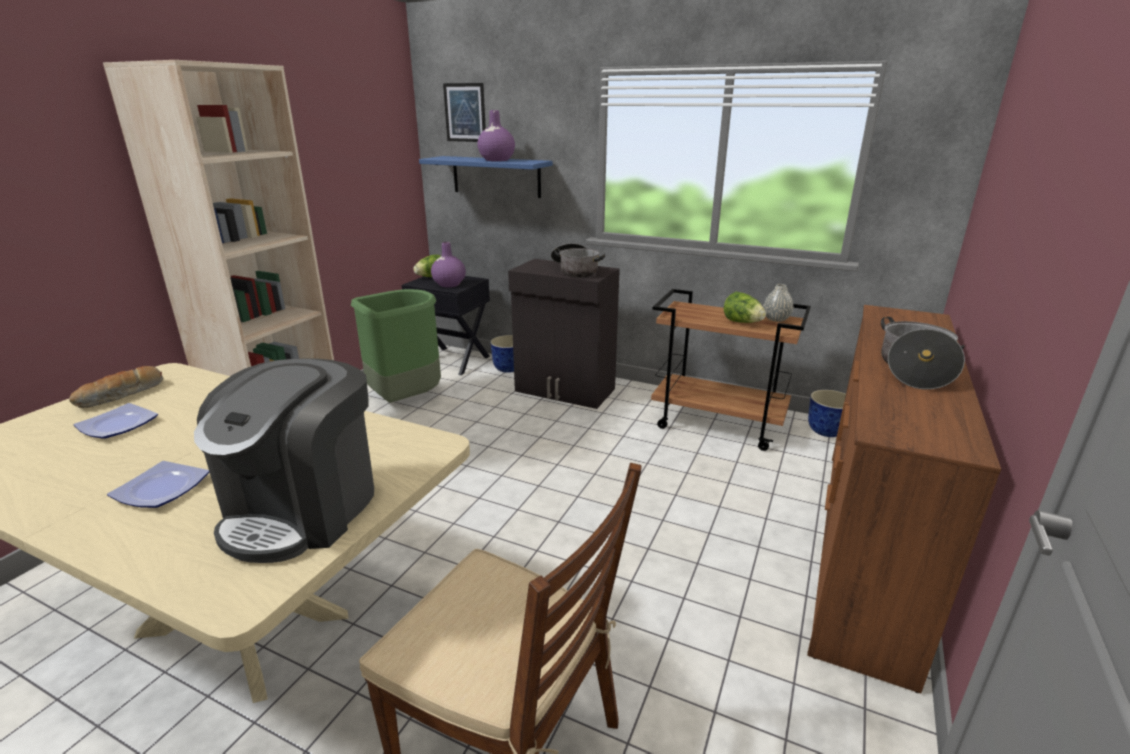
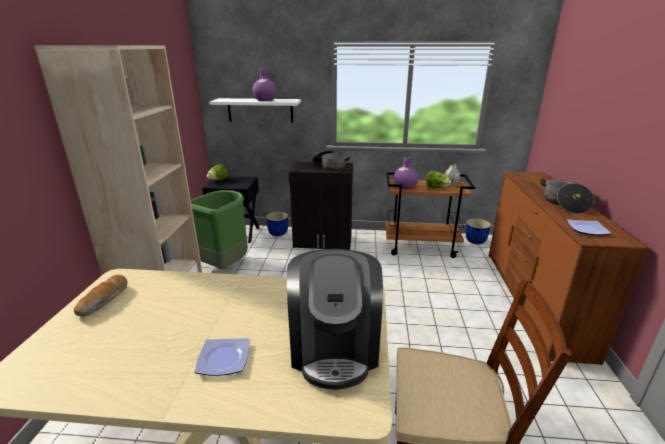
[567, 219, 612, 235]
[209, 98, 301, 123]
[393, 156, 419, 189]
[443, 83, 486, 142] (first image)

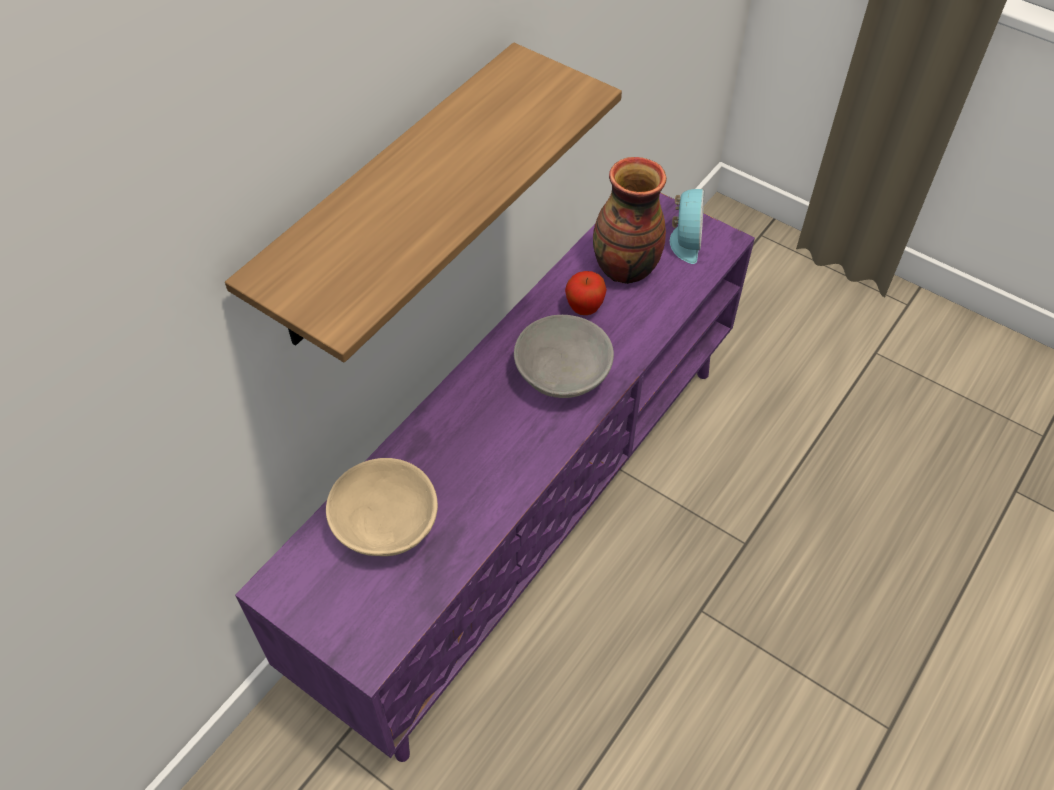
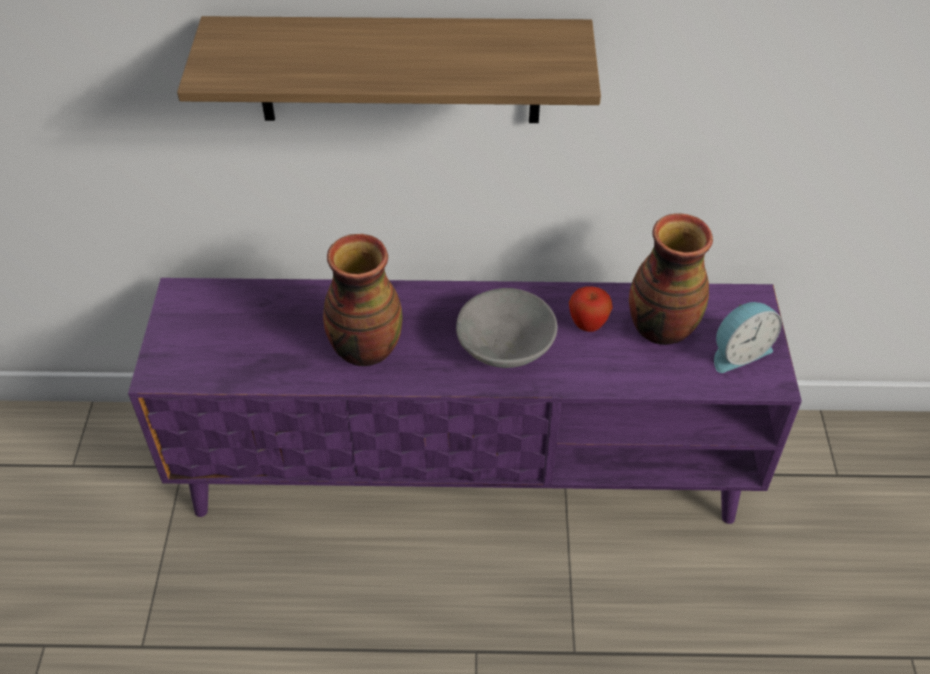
[326, 458, 438, 556] (first image)
[323, 234, 402, 366]

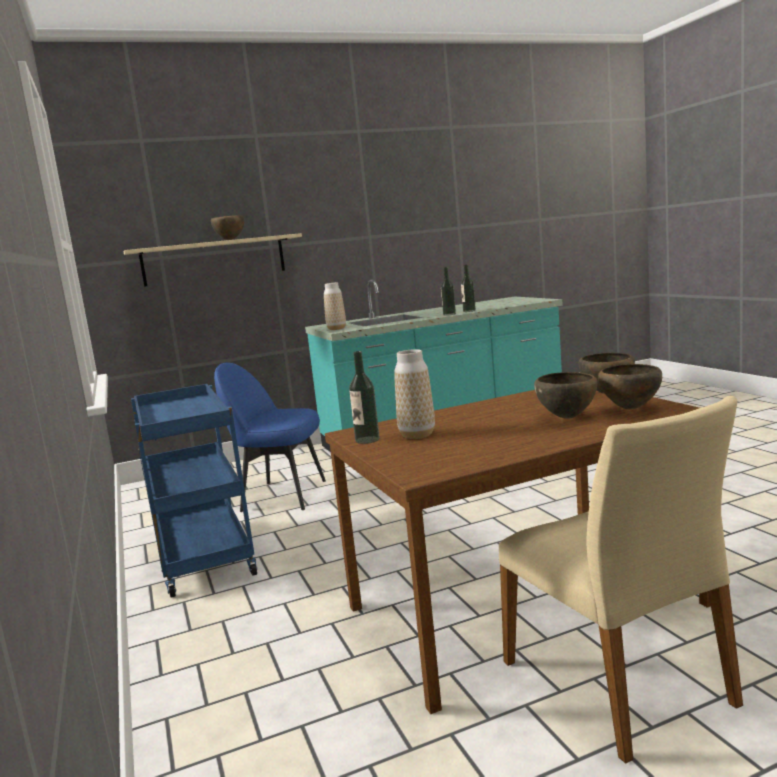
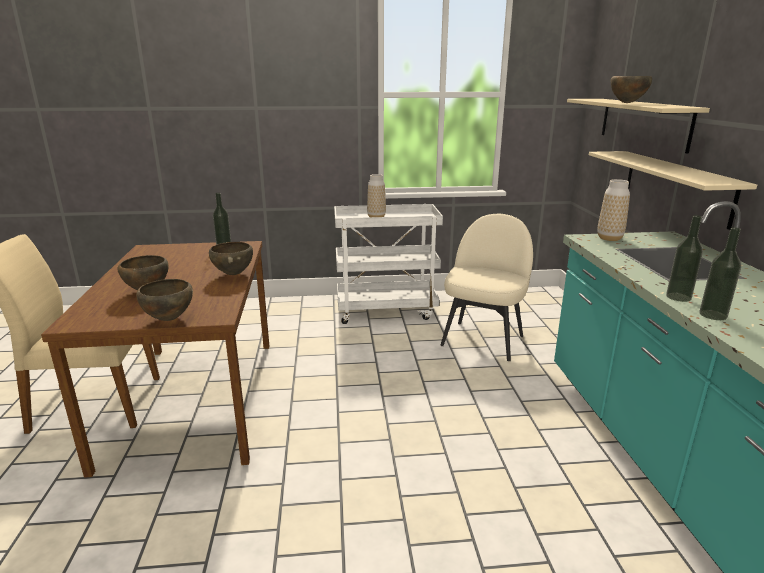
[334, 204, 443, 324]
[440, 214, 533, 361]
[367, 174, 386, 217]
[209, 242, 253, 275]
[589, 151, 757, 230]

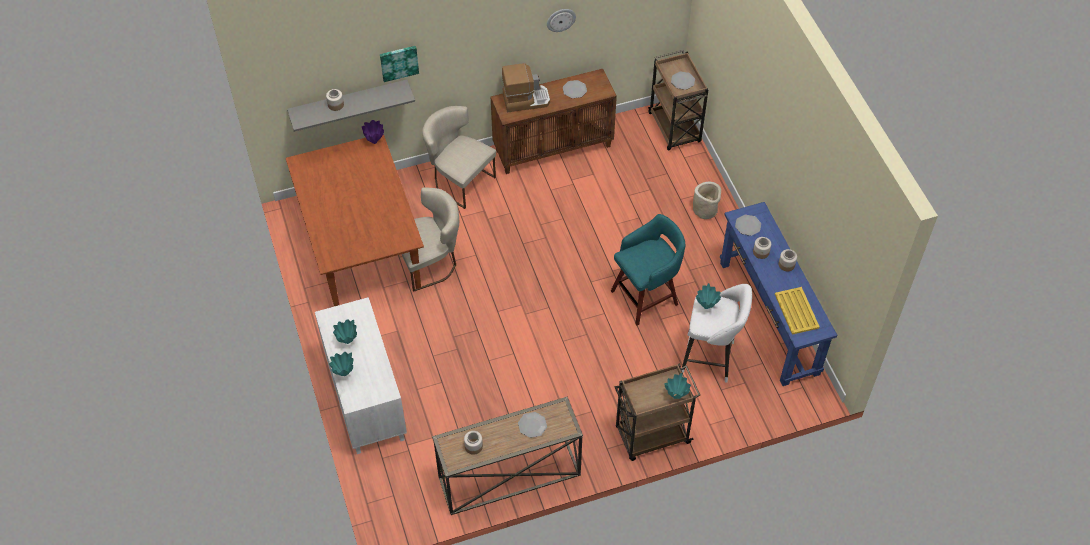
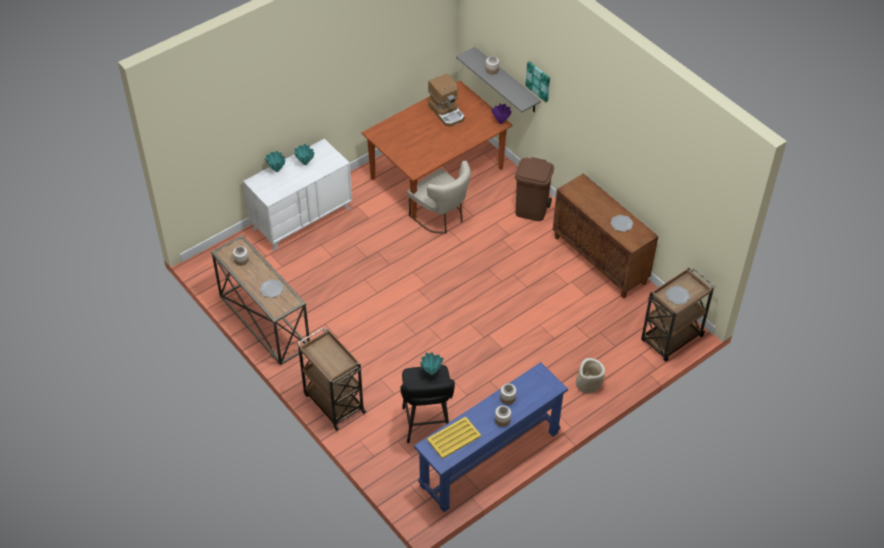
[515, 157, 554, 221]
[428, 74, 465, 127]
[547, 9, 576, 32] (first image)
[611, 214, 685, 325] (first image)
[664, 373, 691, 399] (first image)
[400, 365, 455, 443]
[735, 215, 761, 236] (first image)

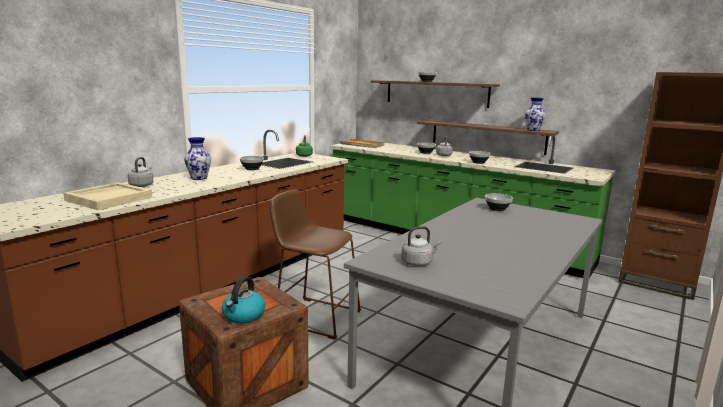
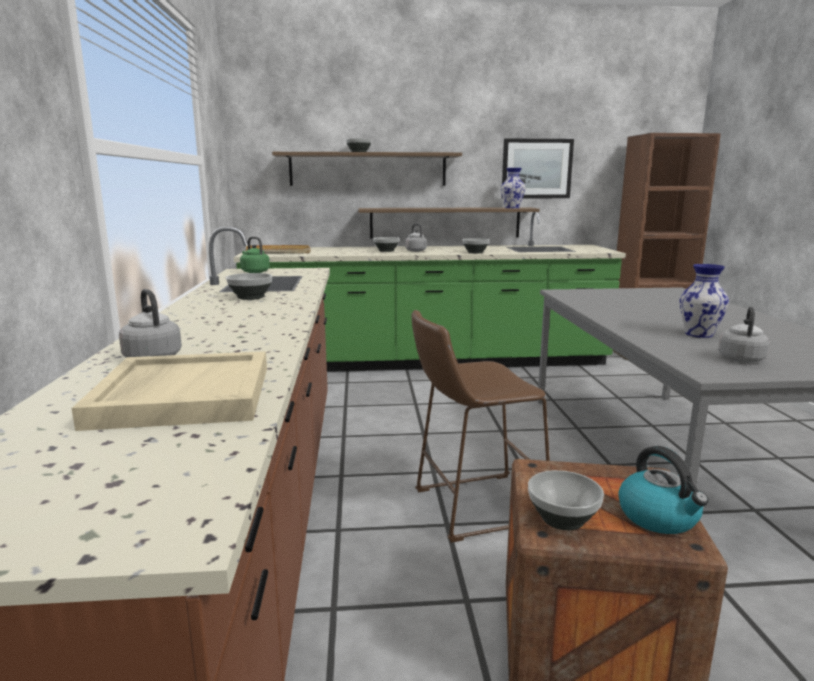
[679, 264, 729, 338]
[528, 470, 604, 530]
[501, 138, 574, 198]

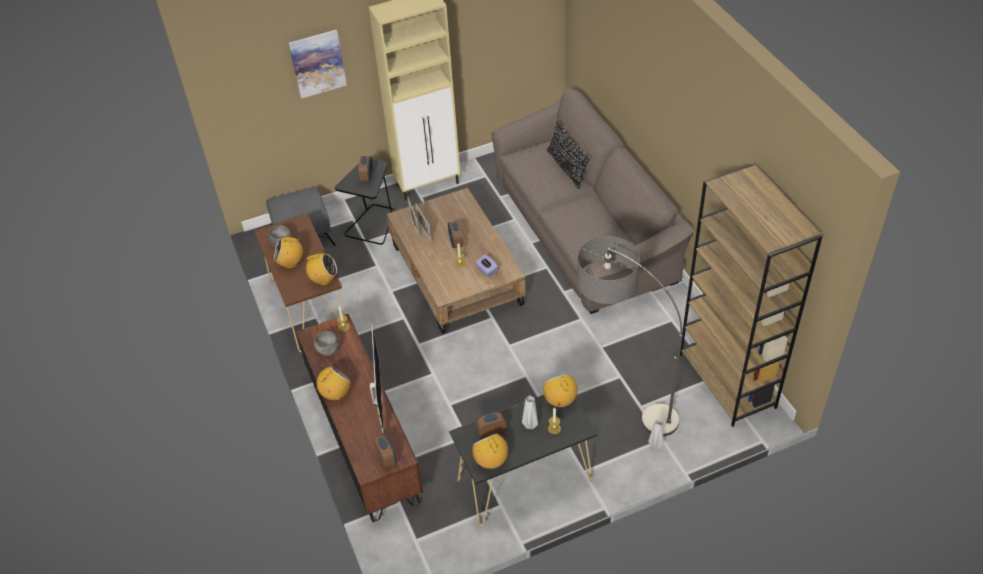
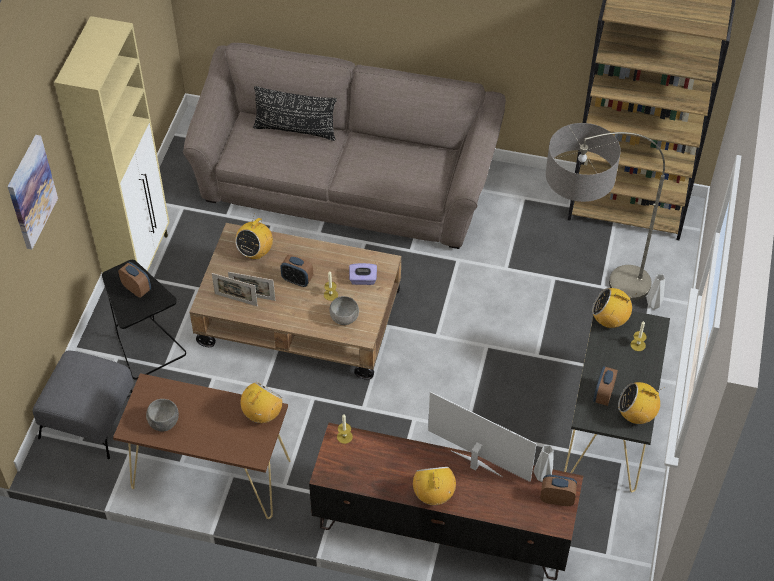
[236, 213, 273, 259]
[329, 296, 359, 325]
[533, 445, 554, 482]

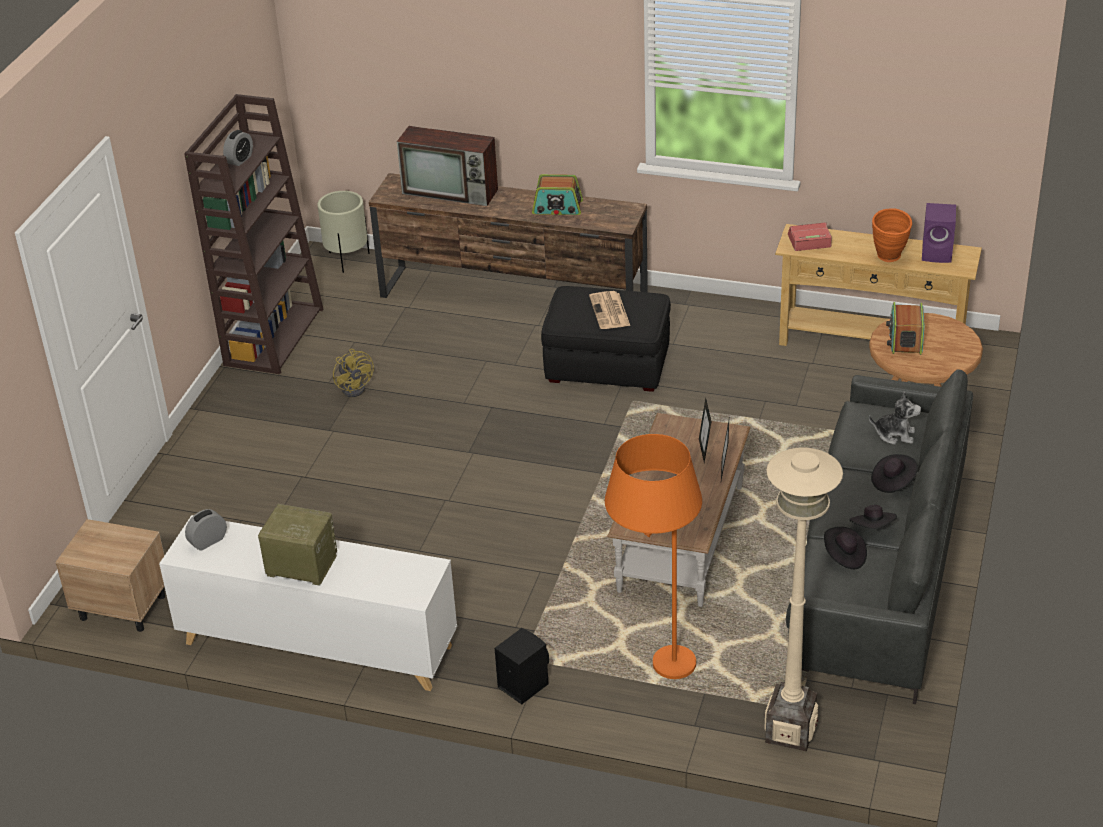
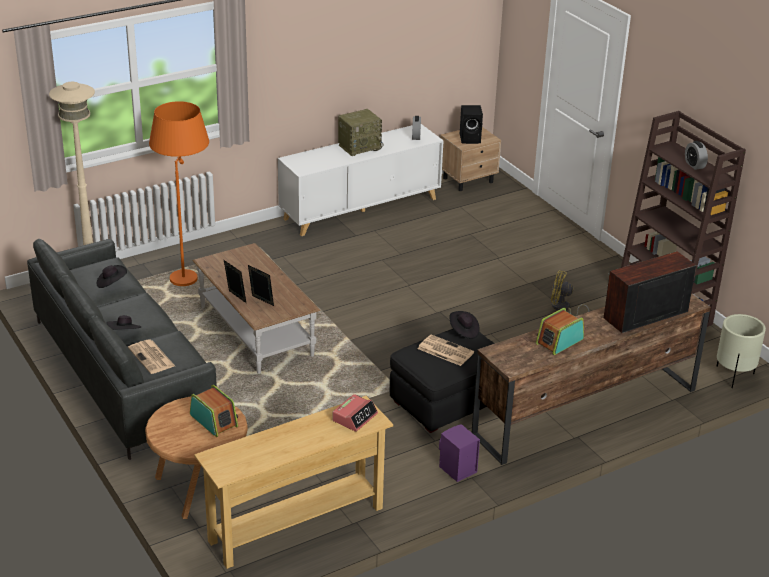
[460, 105, 483, 144]
[449, 311, 480, 339]
[128, 339, 175, 374]
[872, 208, 912, 262] (first image)
[439, 424, 480, 482]

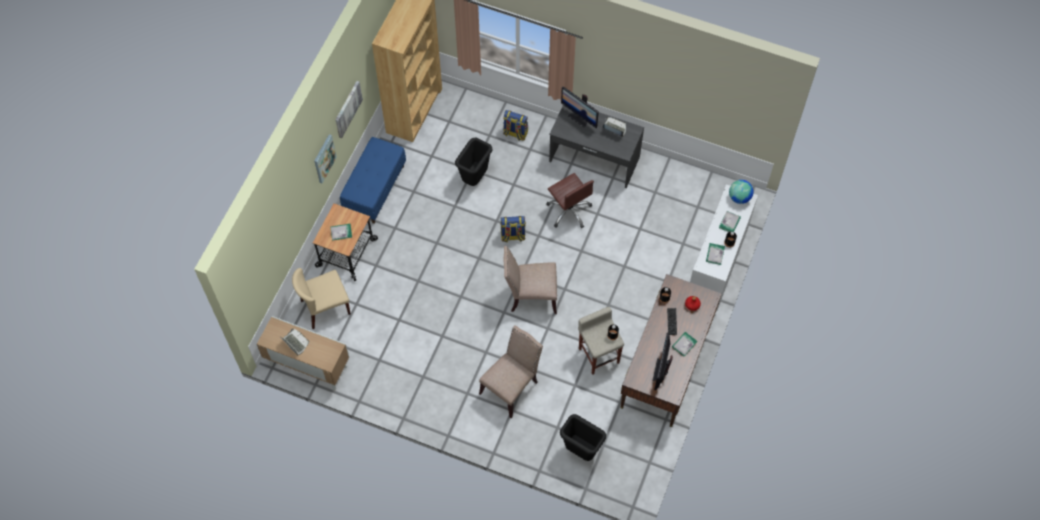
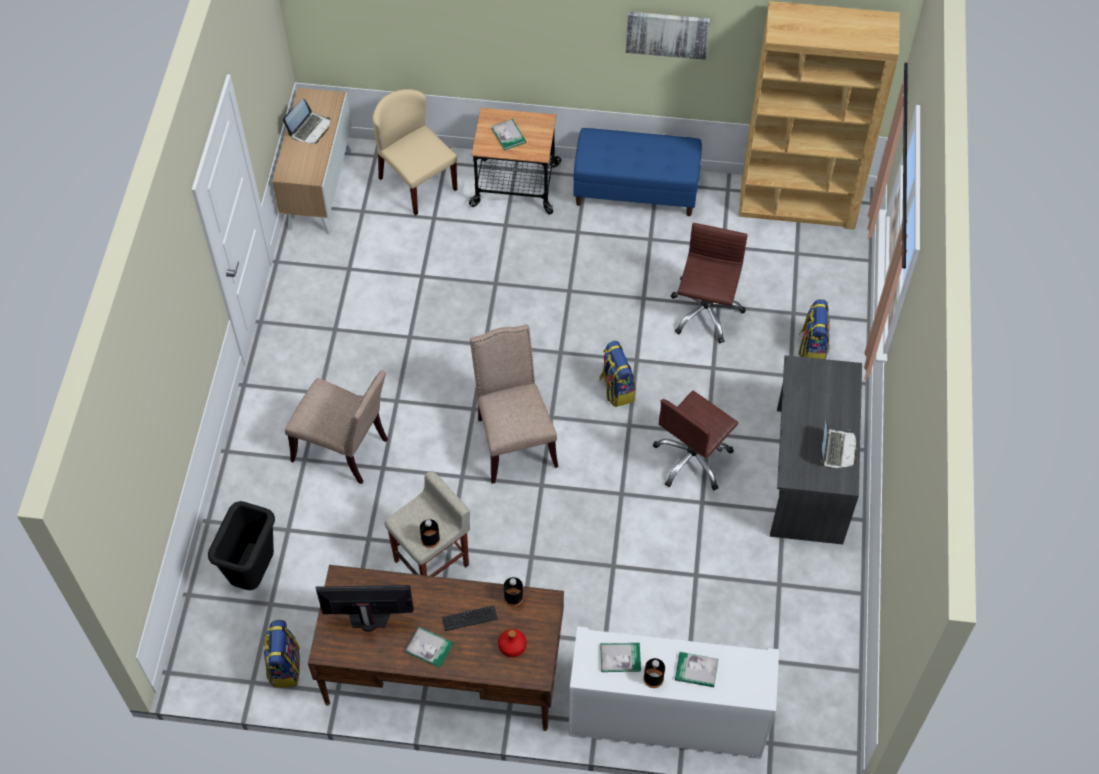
[314, 134, 337, 183] (first image)
[671, 223, 748, 343]
[561, 87, 599, 128] (first image)
[729, 180, 754, 204] (first image)
[263, 620, 300, 688]

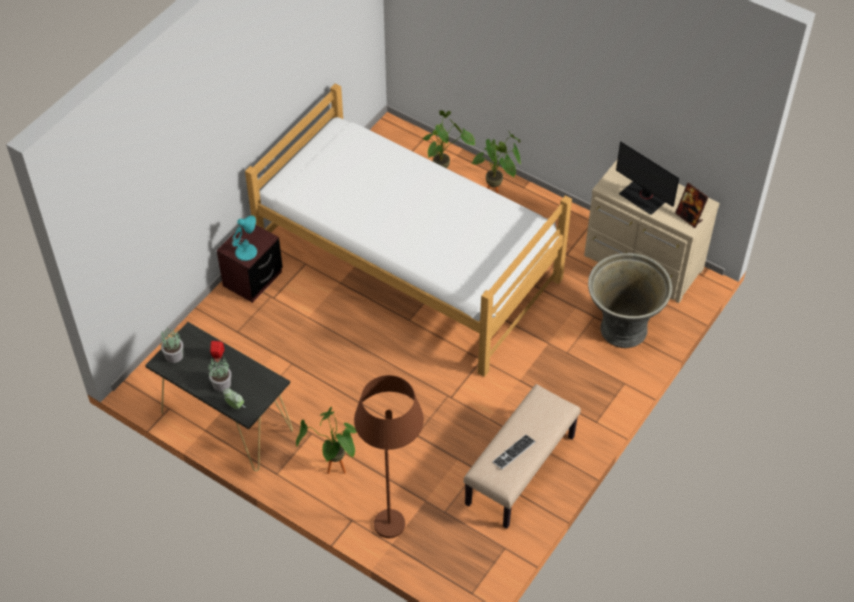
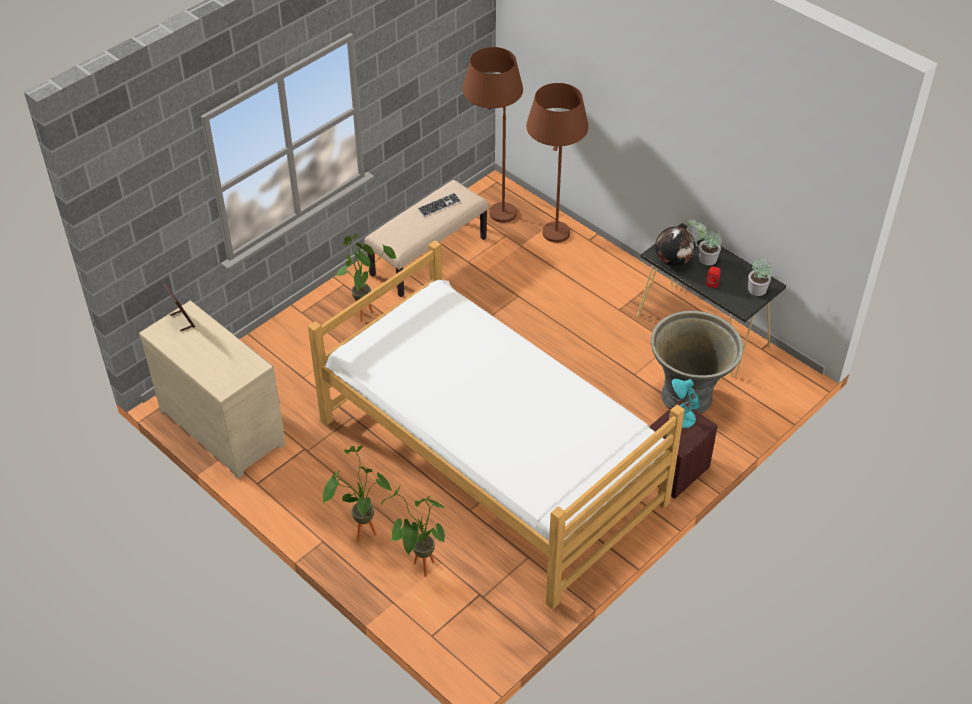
[336, 234, 397, 322]
[651, 311, 743, 414]
[616, 141, 679, 215] (first image)
[463, 47, 523, 223]
[655, 227, 695, 266]

